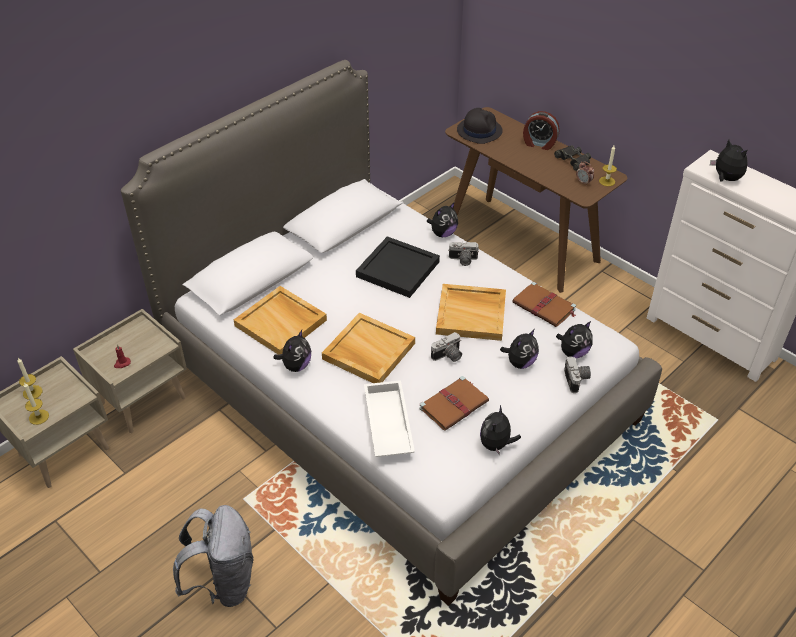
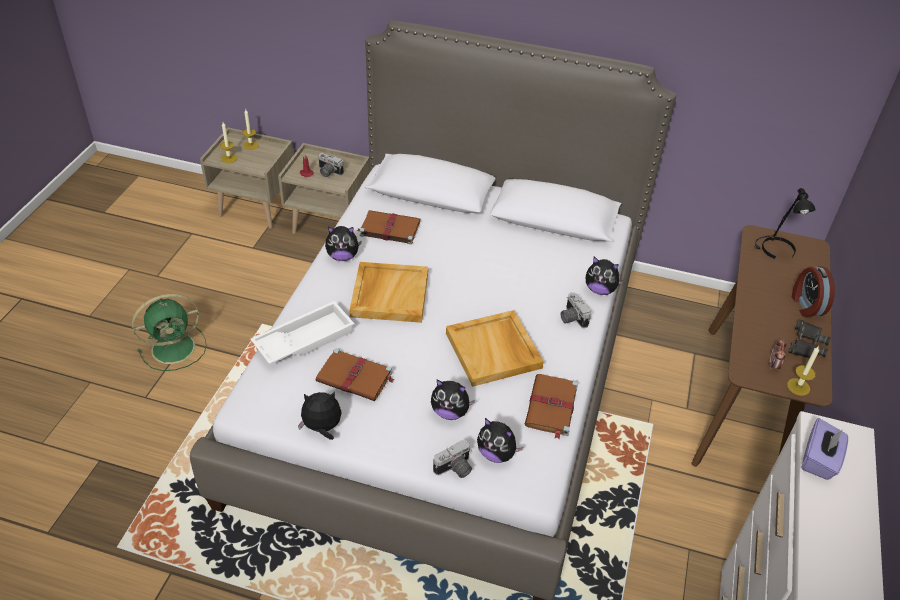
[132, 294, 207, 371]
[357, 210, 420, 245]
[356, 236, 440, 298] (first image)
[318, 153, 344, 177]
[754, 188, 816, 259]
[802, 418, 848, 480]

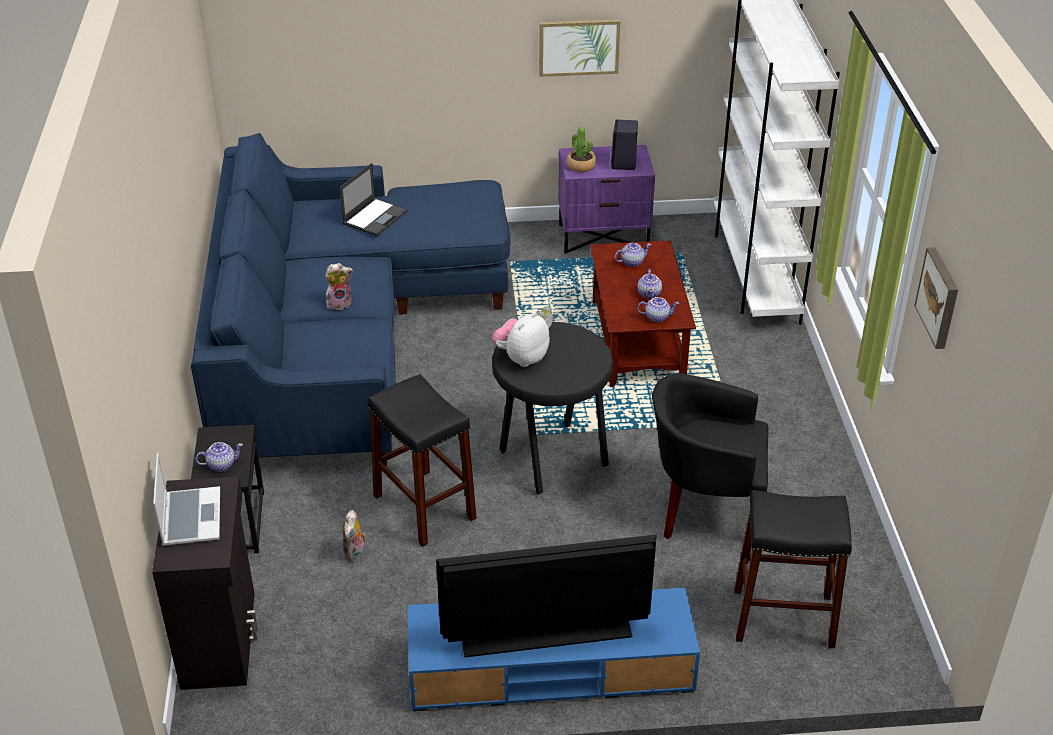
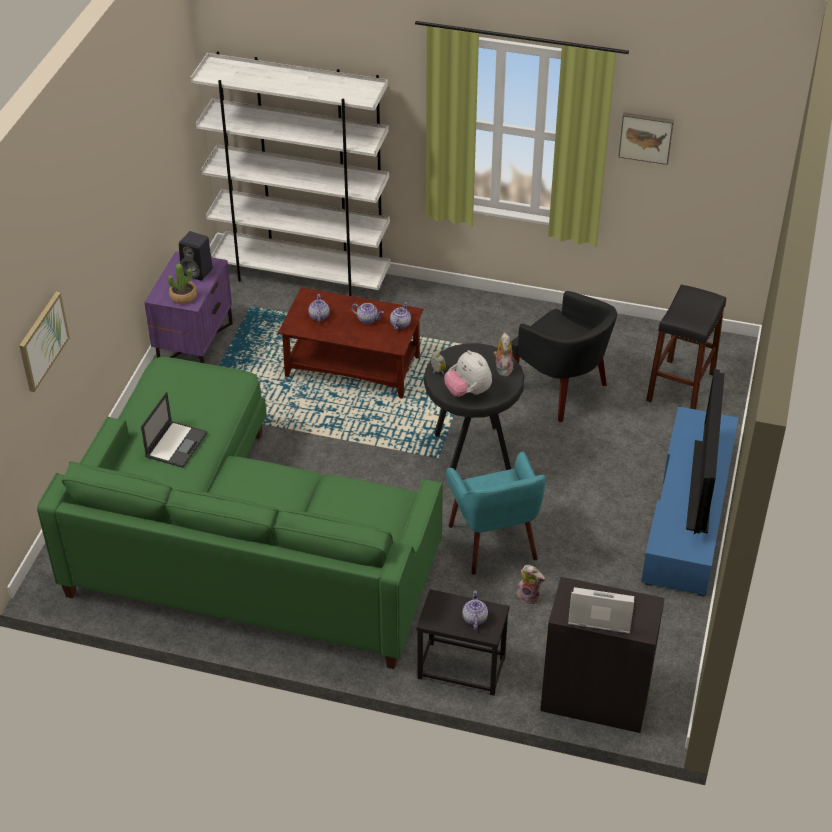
[37, 357, 443, 669]
[494, 333, 513, 376]
[141, 392, 207, 468]
[446, 452, 545, 575]
[19, 292, 70, 392]
[511, 291, 617, 422]

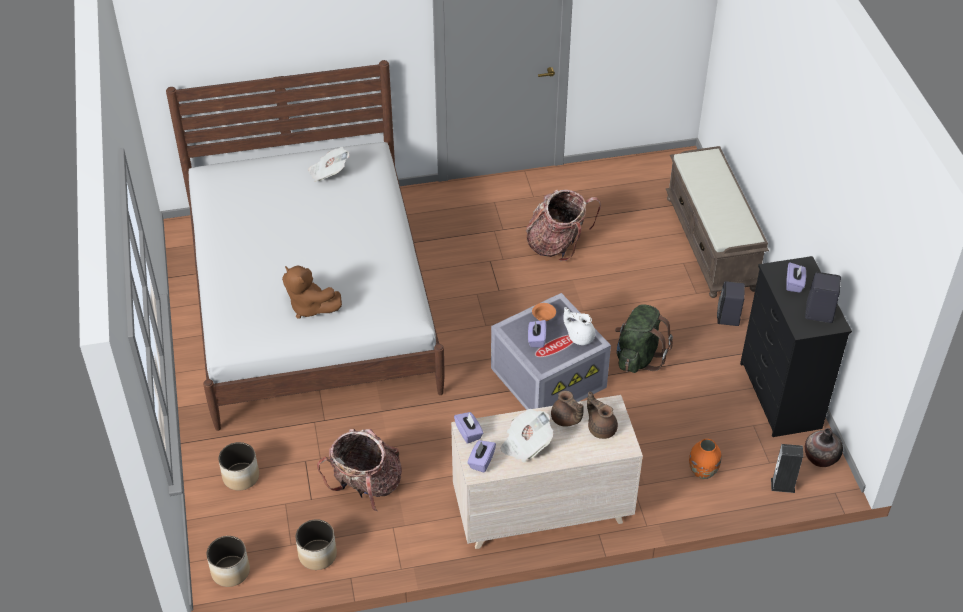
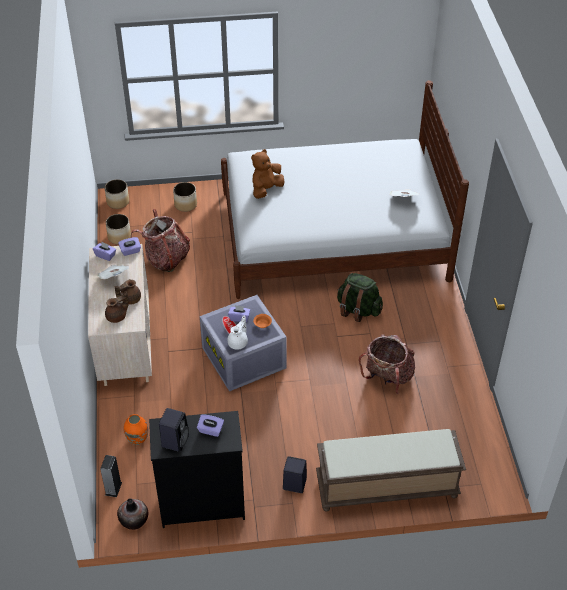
[337, 273, 383, 322]

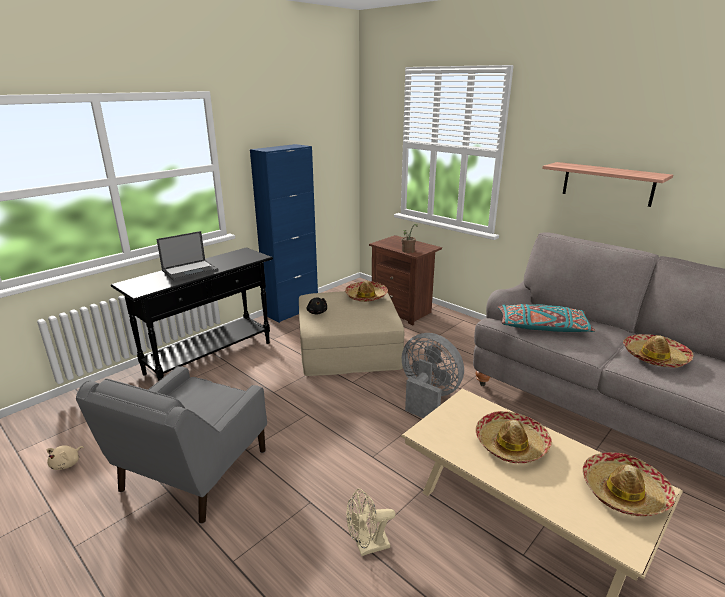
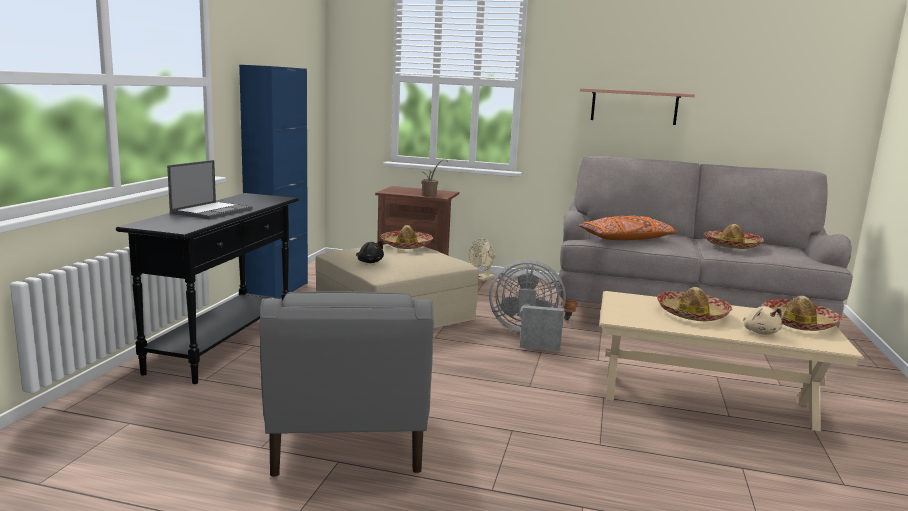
[743, 306, 783, 335]
[469, 238, 496, 281]
[578, 216, 678, 240]

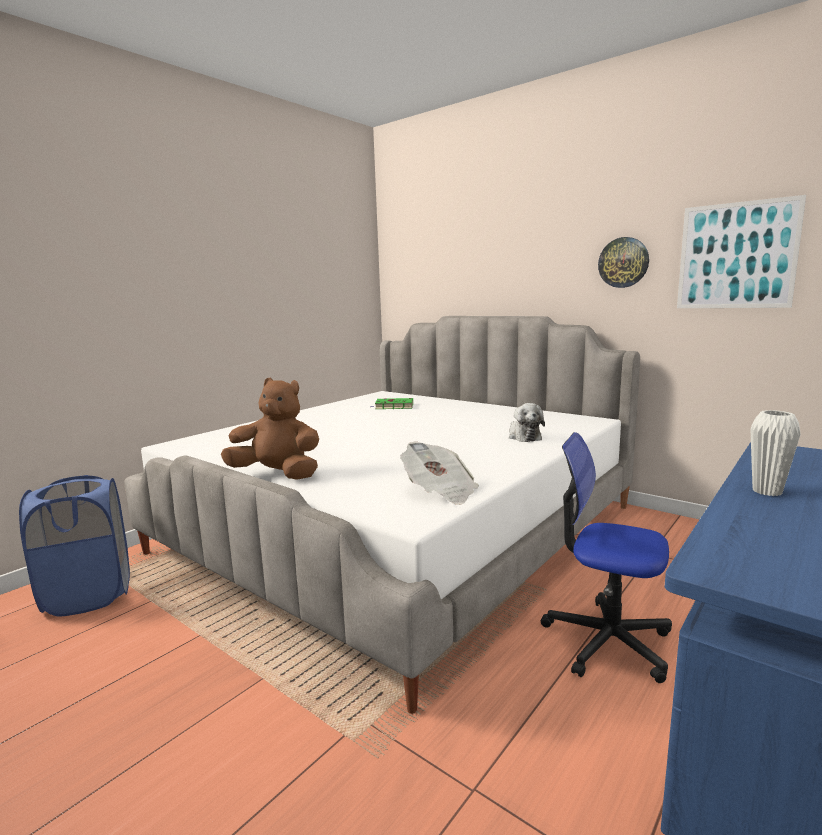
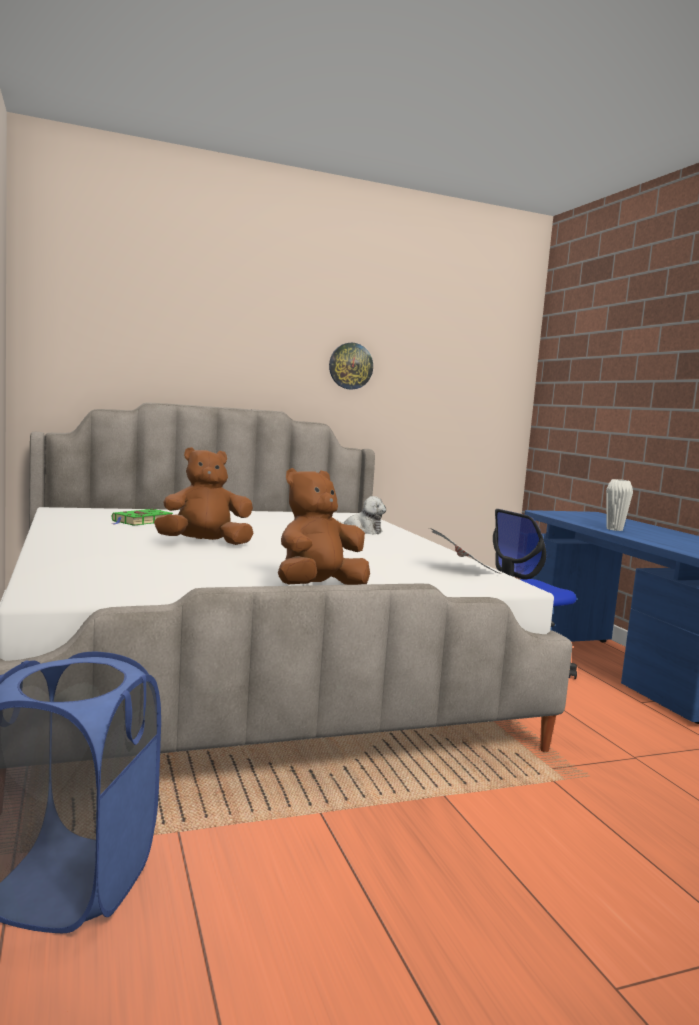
[677, 195, 806, 308] (first image)
[154, 447, 254, 545]

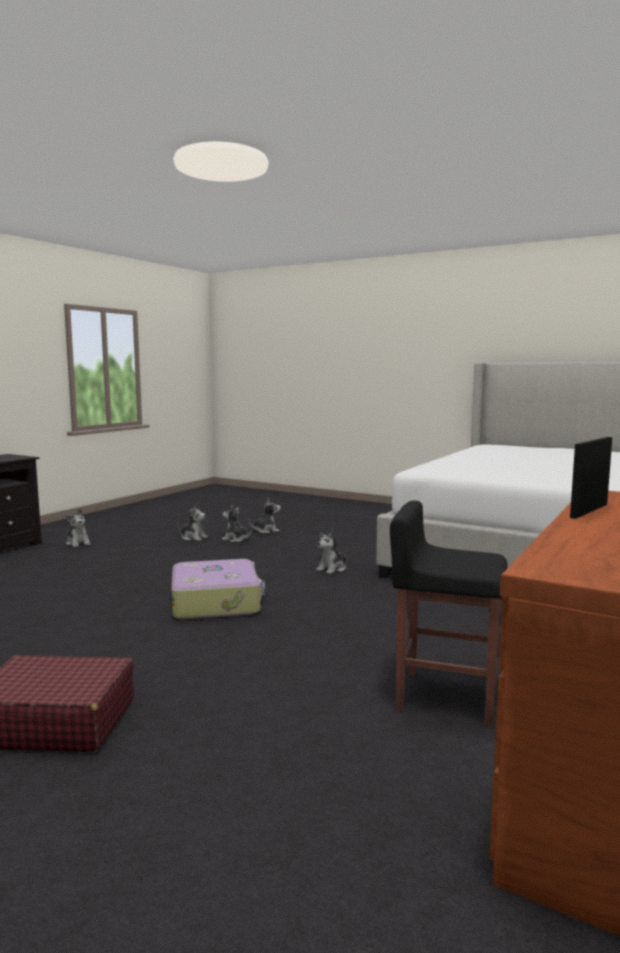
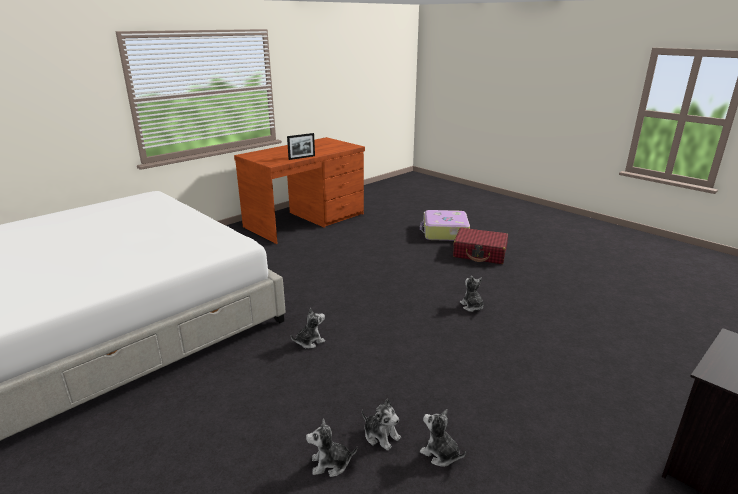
[460, 276, 483, 312]
[420, 210, 470, 241]
[390, 500, 508, 726] (first image)

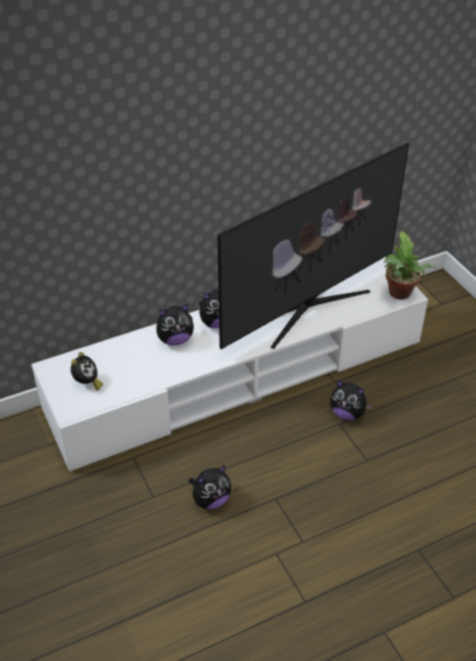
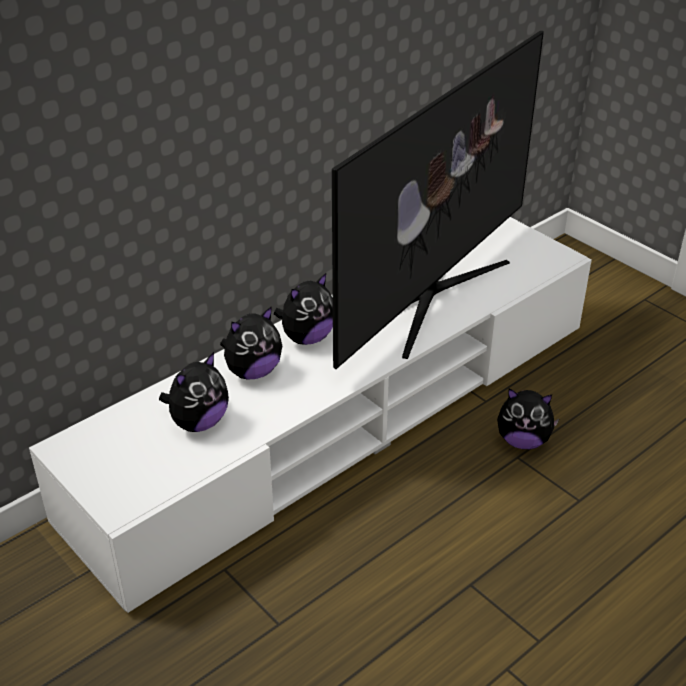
[71, 352, 103, 390] (first image)
[159, 352, 229, 432]
[384, 231, 436, 299] (first image)

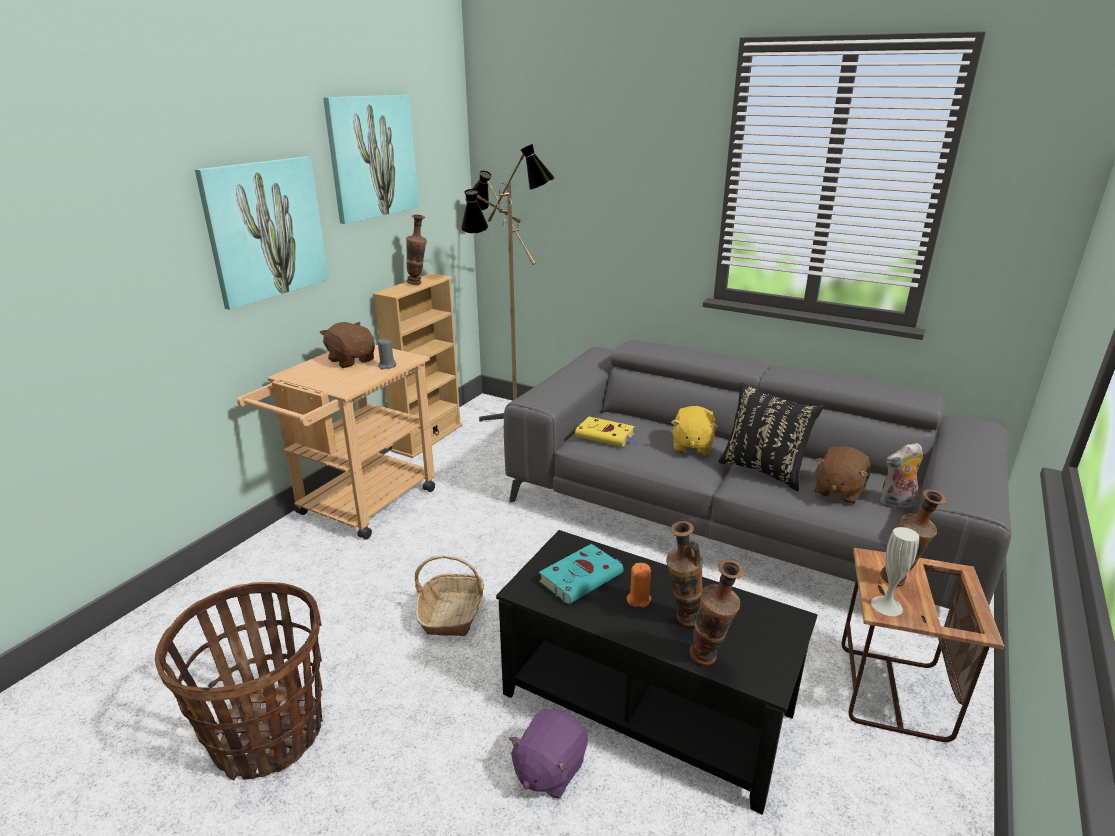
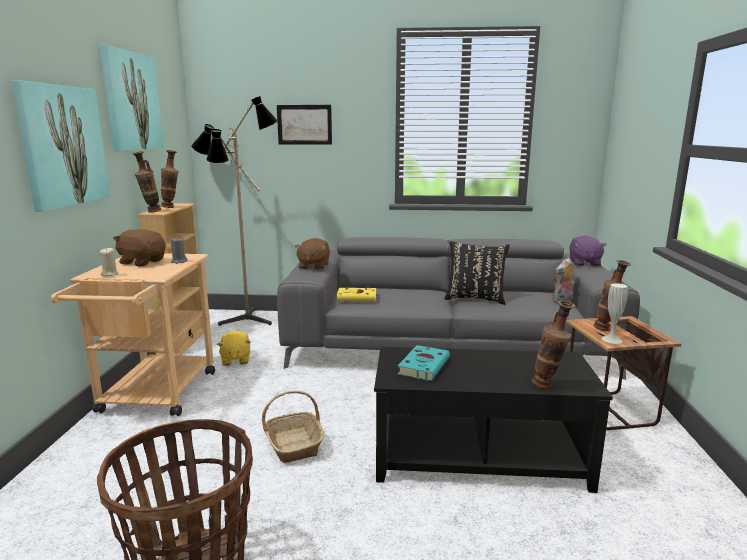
[569, 236, 607, 267]
[627, 563, 651, 607] (first image)
[132, 151, 161, 213]
[217, 331, 251, 366]
[295, 238, 330, 270]
[100, 247, 119, 276]
[277, 105, 332, 145]

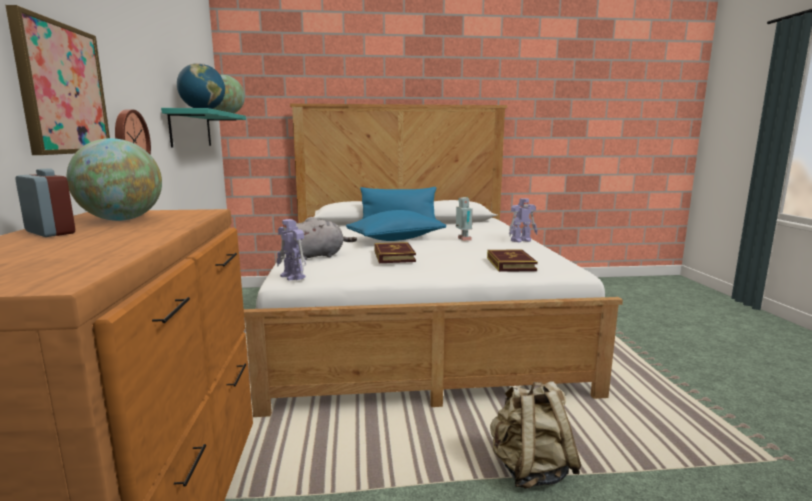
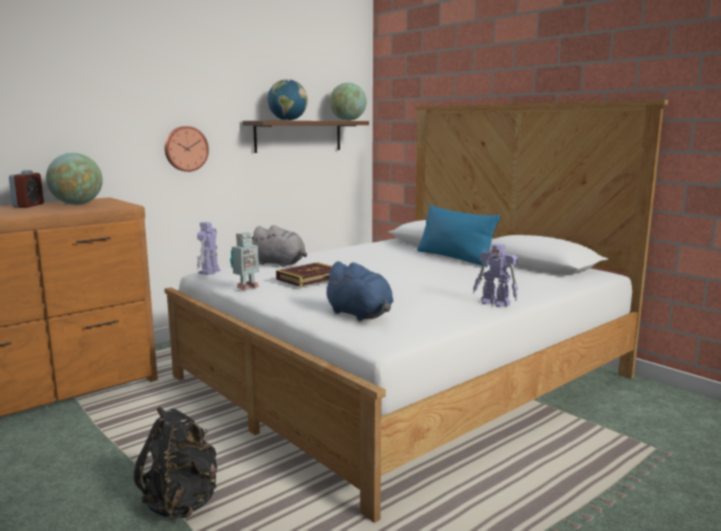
[5, 5, 110, 155] (first image)
[243, 121, 369, 153]
[346, 210, 446, 241] (first image)
[230, 232, 259, 290]
[322, 261, 393, 321]
[134, 407, 217, 519]

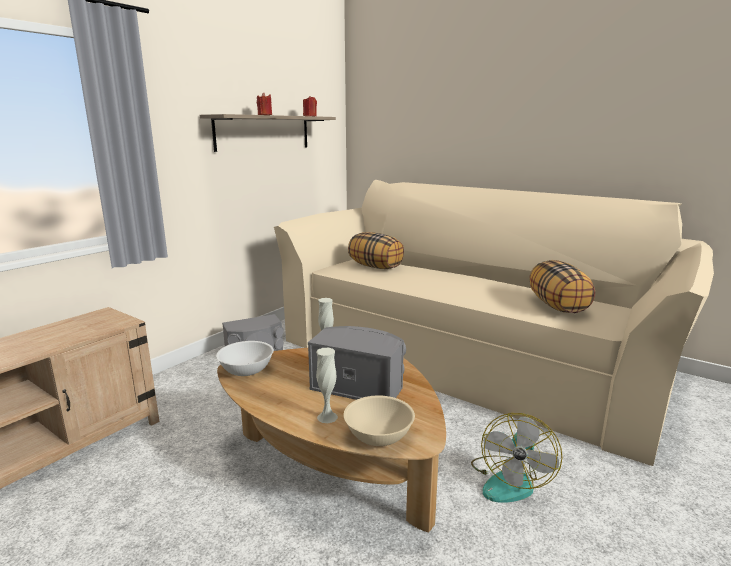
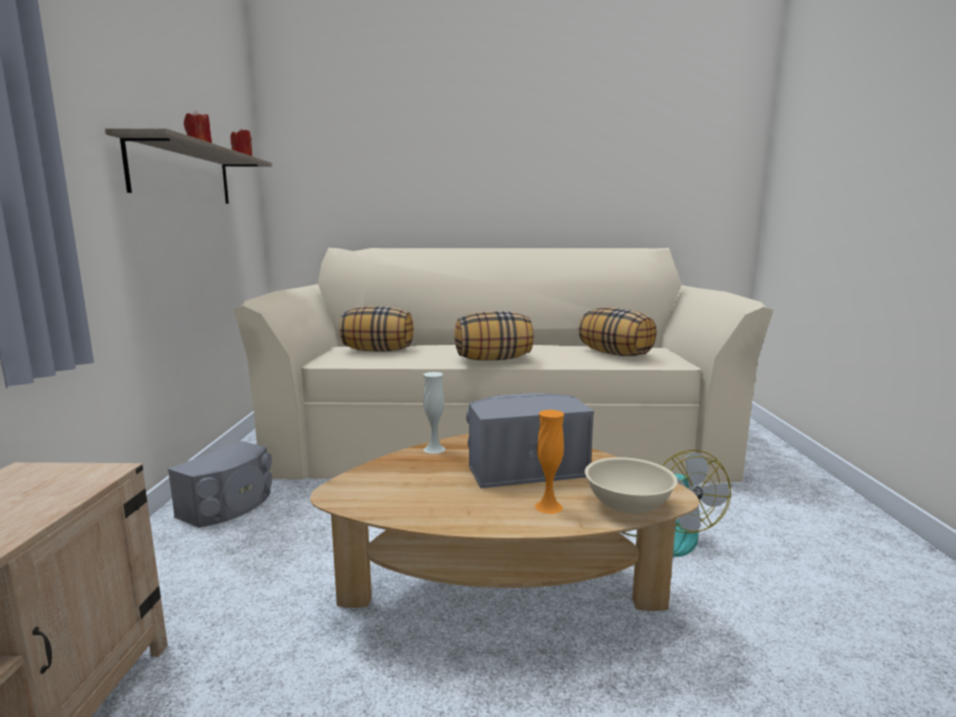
[216, 341, 274, 376] (first image)
[535, 410, 564, 514]
[454, 311, 534, 361]

